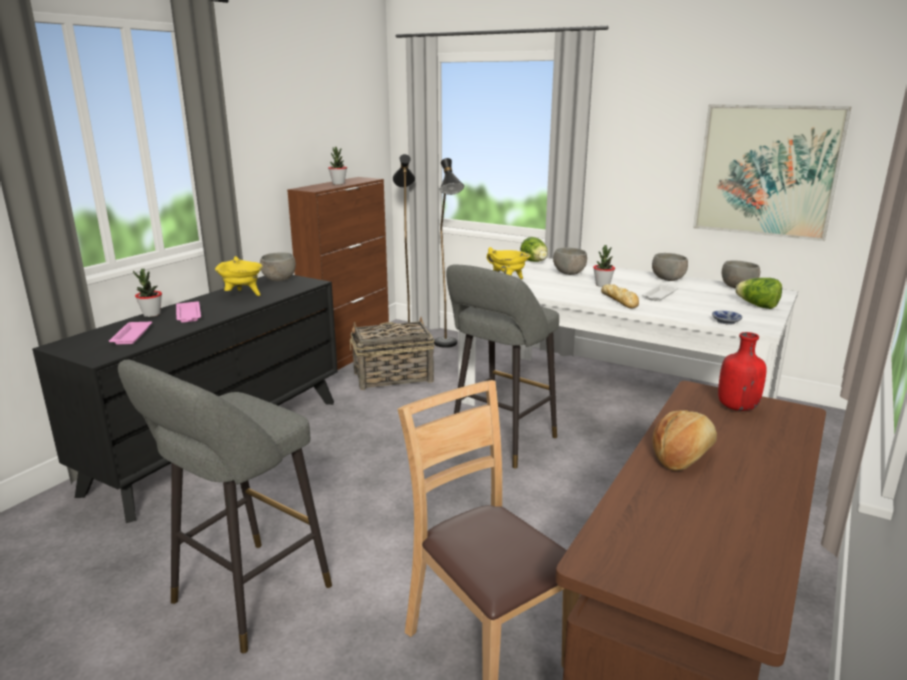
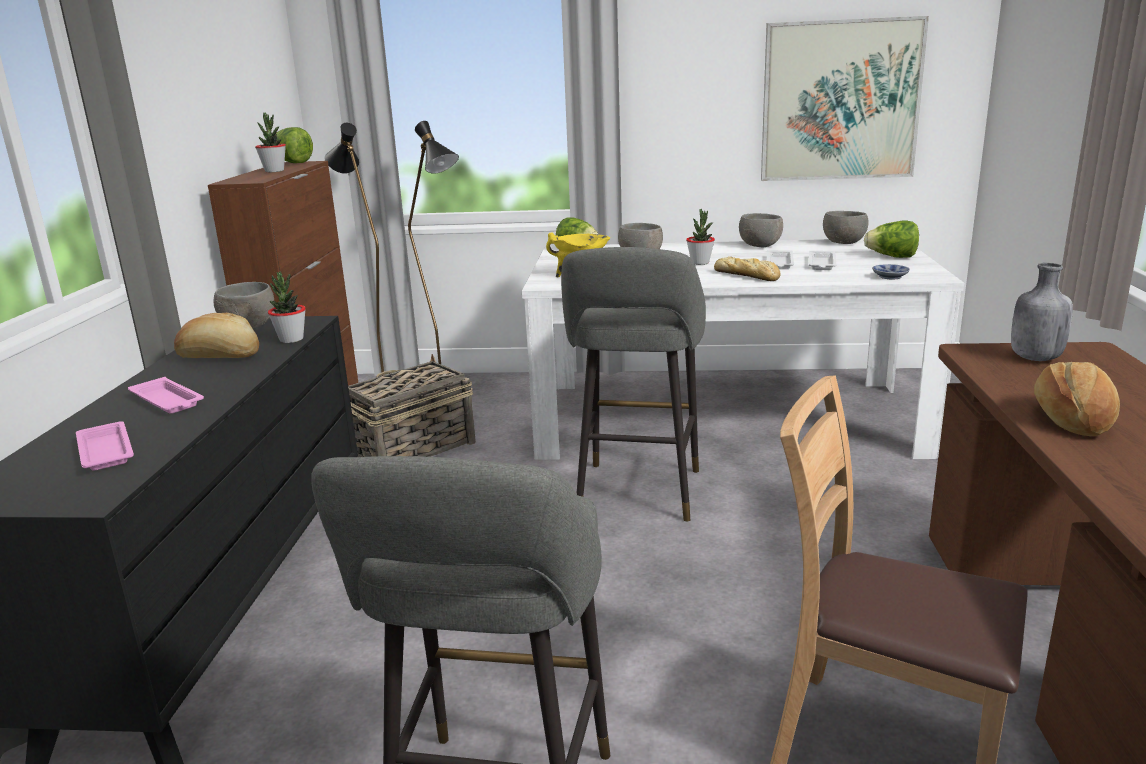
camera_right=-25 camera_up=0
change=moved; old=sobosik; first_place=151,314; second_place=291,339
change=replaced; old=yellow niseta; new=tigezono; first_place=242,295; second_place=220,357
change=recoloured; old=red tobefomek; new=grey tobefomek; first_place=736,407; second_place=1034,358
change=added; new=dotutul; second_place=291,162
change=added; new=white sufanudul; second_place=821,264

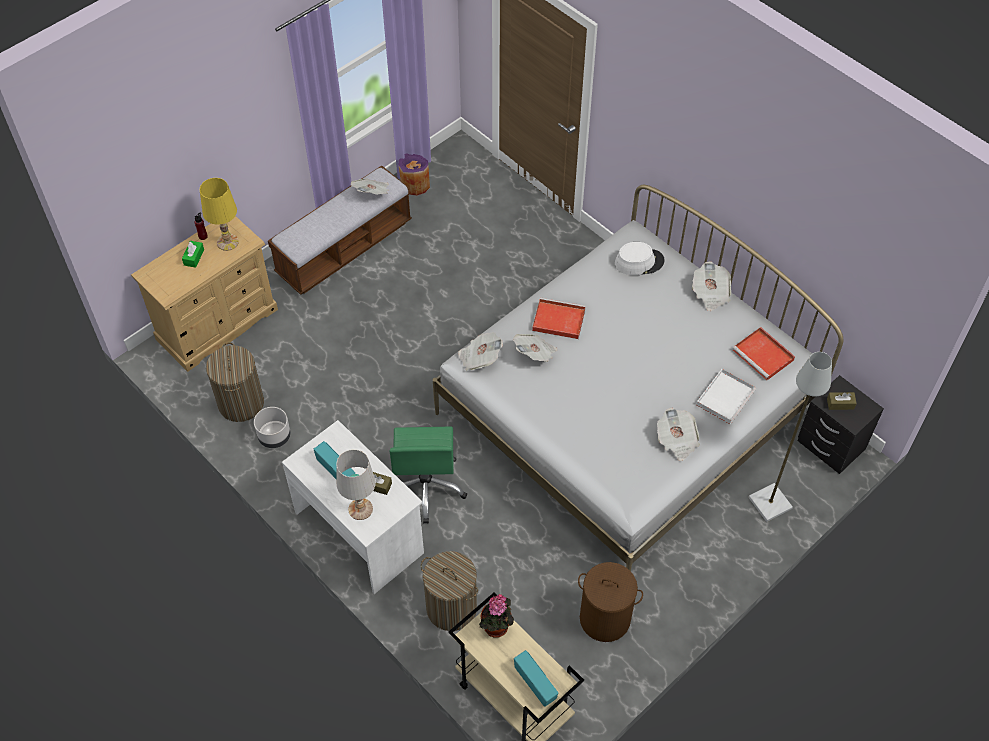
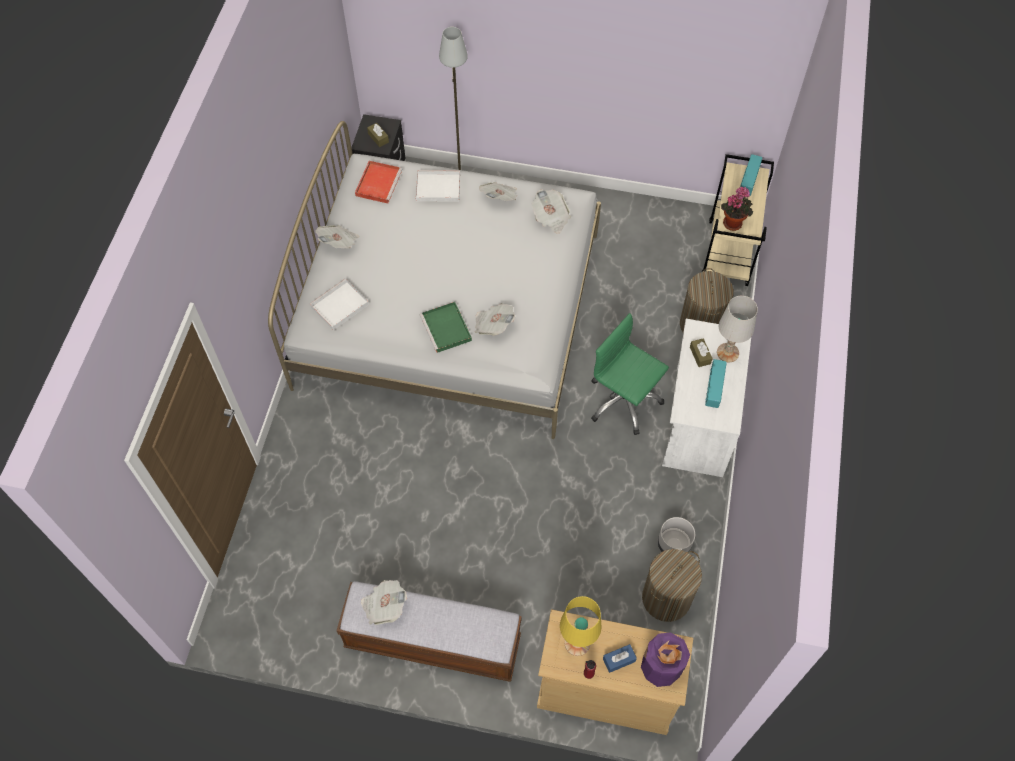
camera_right=-125 camera_up=5
change=recoloured; old=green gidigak; new=blue gidigak; first_place=194,257; second_place=619,660
change=turned; old=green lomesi; first_place=426,487; second_place=623,401; degrees=-105
change=moved; old=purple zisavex; first_place=415,185; second_place=662,666
change=moved; old=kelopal; first_place=479,358; second_place=551,218
change=recoloured; old=red sufanudul; new=green sufanudul; first_place=557,320; second_place=446,329
change=removed; old=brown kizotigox; first_place=605,618
change=replaced; old=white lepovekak; new=white sufanudul; first_place=639,262; second_place=339,306

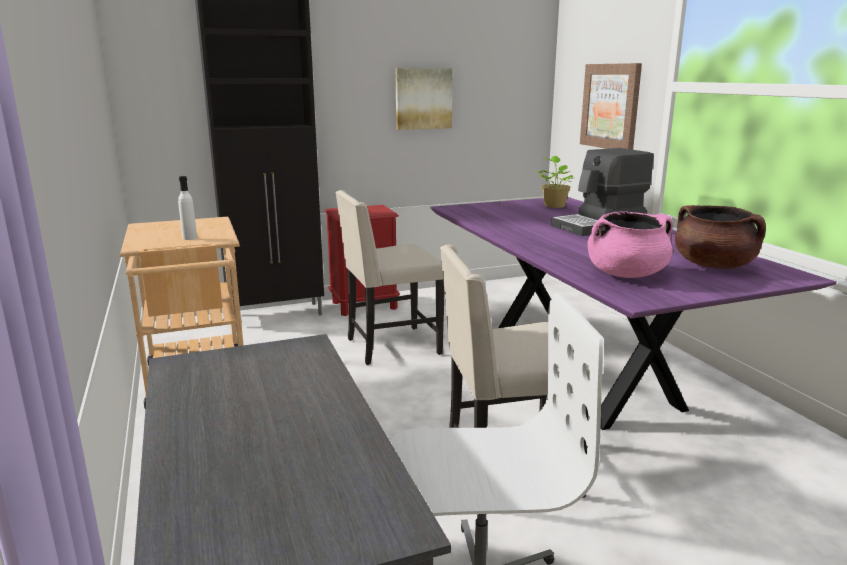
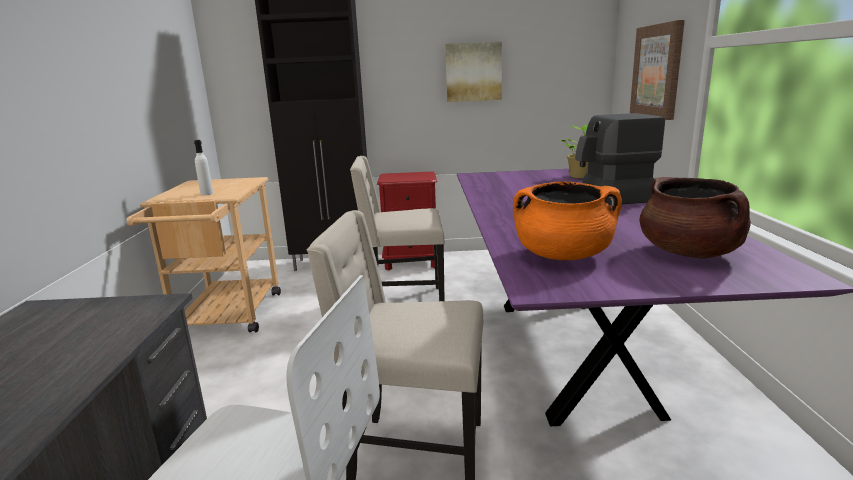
camera_right=20 camera_up=0
change=recoloured; old=pink niseta; new=orange niseta; first_place=626,274; second_place=563,255

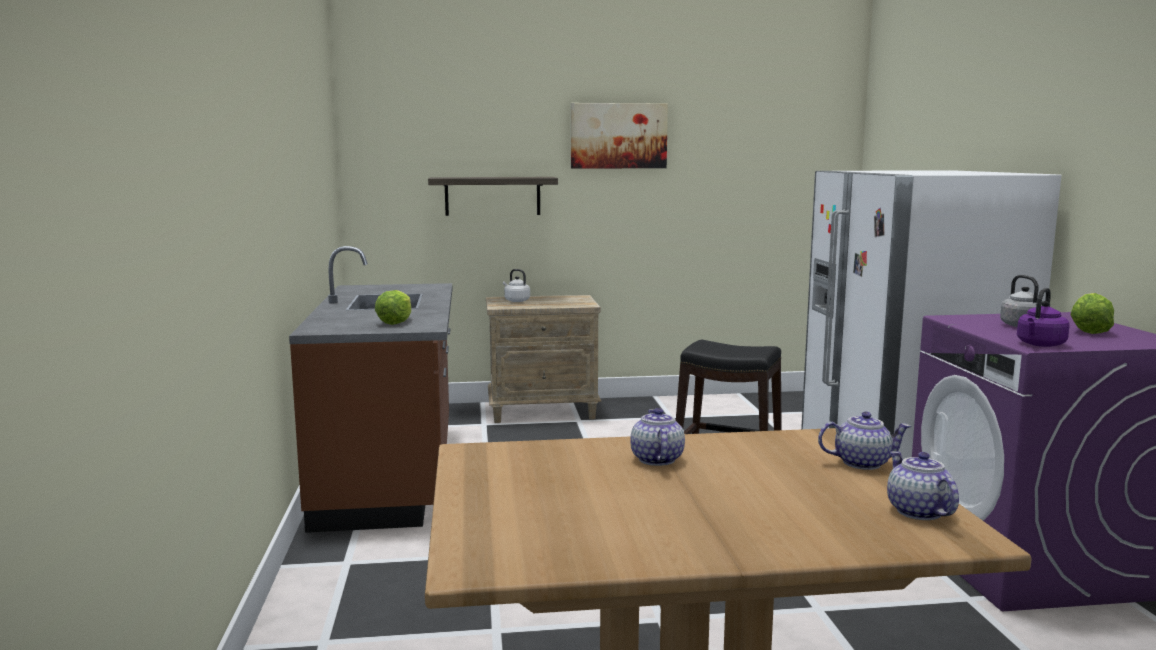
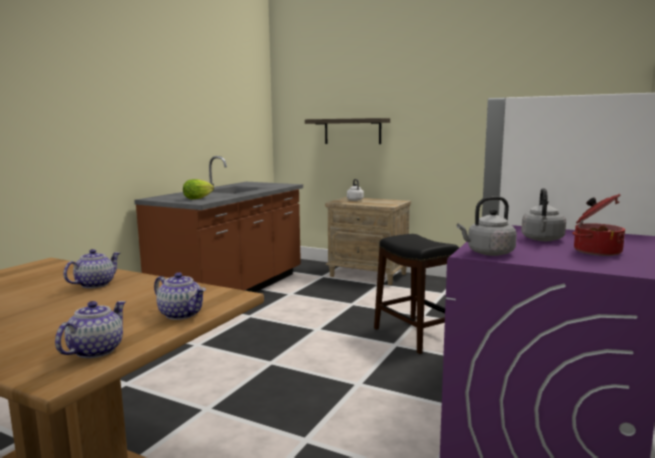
camera_right=35 camera_up=0
change=removed; old=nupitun; first_place=618,136
change=recoloured; old=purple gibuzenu; new=grey gibuzenu; first_place=1040,345; second_place=488,253
change=replaced; old=dotutul; new=niseta; first_place=1089,331; second_place=596,251

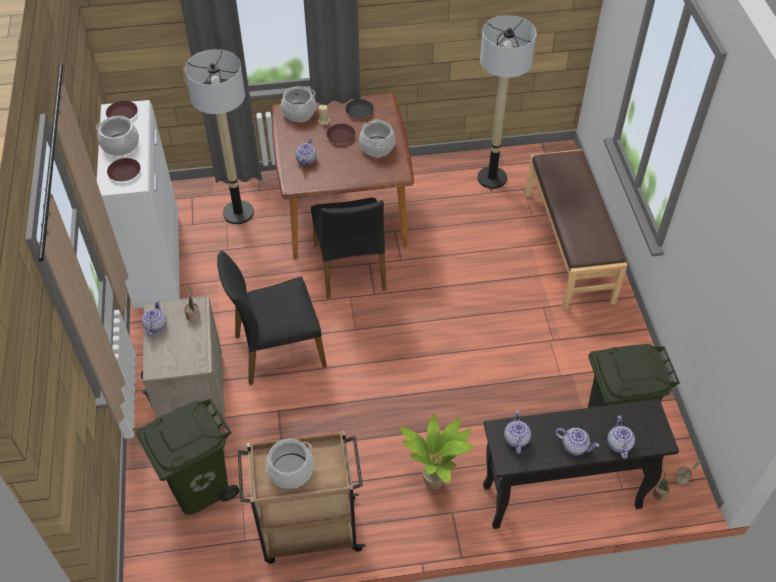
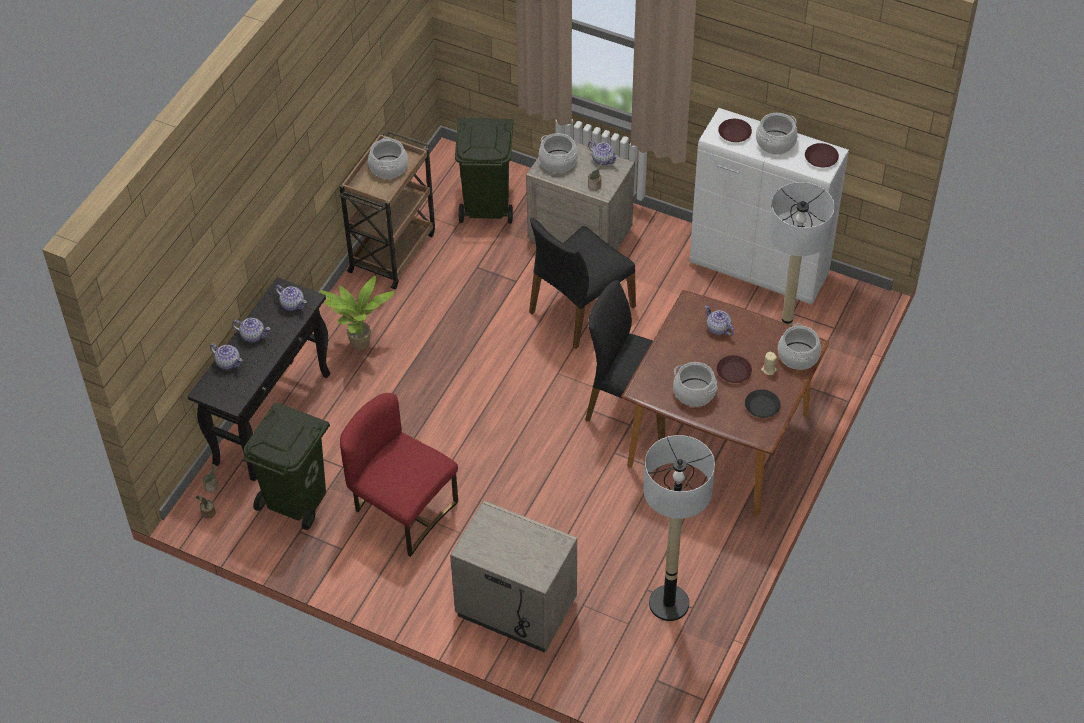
camera_right=125 camera_up=0
change=turned; old=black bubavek; first_place=278,350; second_place=580,309; degrees=-150
change=replaced; old=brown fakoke; new=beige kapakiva; first_place=569,246; second_place=515,609
change=turned; old=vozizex; first_place=575,446; second_place=253,335; degrees=-135
change=added; new=red bubavek; second_place=403,510
change=added; new=niseta; second_place=558,161

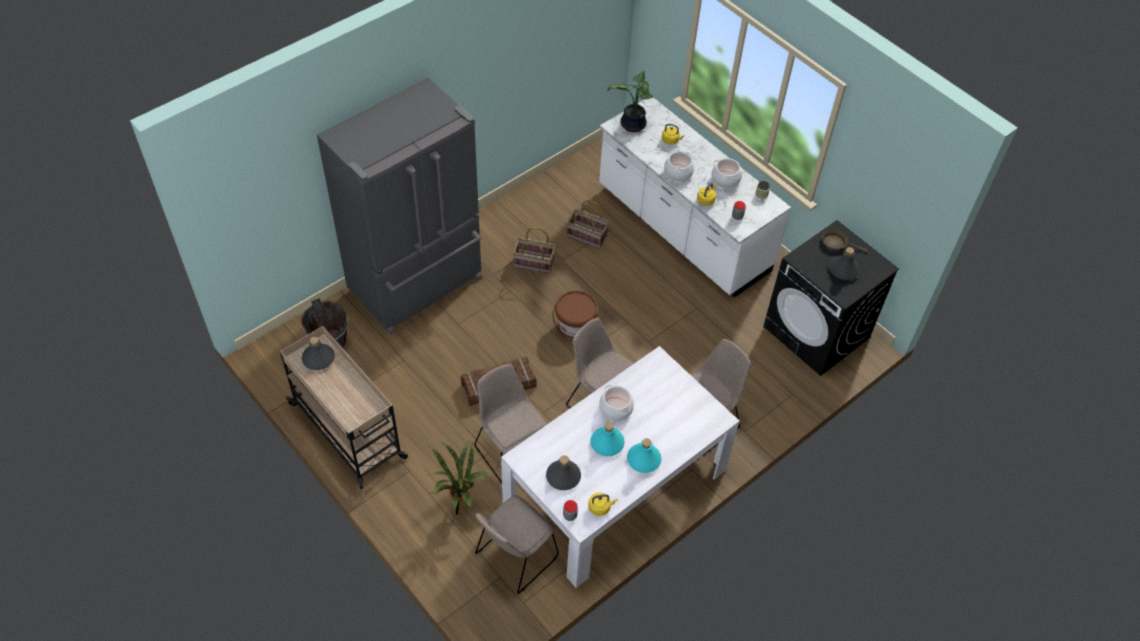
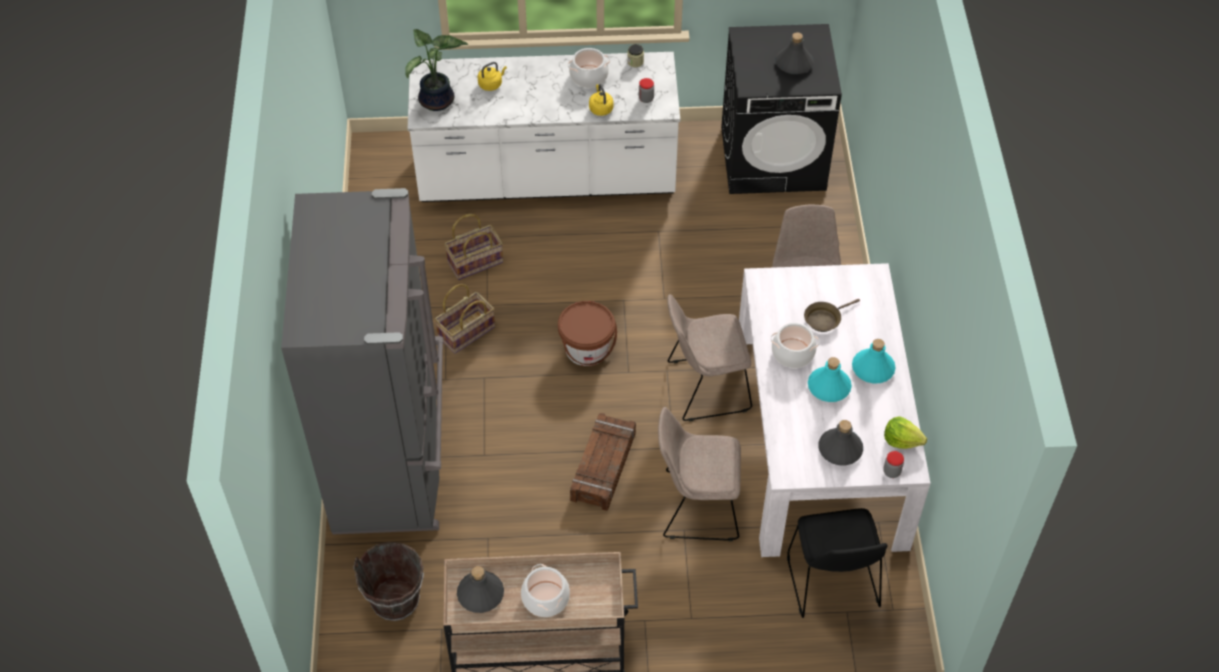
camera_right=-50 camera_up=0
change=removed; old=sobosik; first_place=459,506
change=recoloured; old=beige bubavek; new=black bubavek; first_place=514,557; second_place=833,584
change=replaced; old=yellow gibuzenu; new=dotutul; first_place=600,507; second_place=902,440
change=moved; old=niseta; first_place=678,173; second_place=545,598
change=moved; old=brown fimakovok; first_place=836,243; second_place=824,319

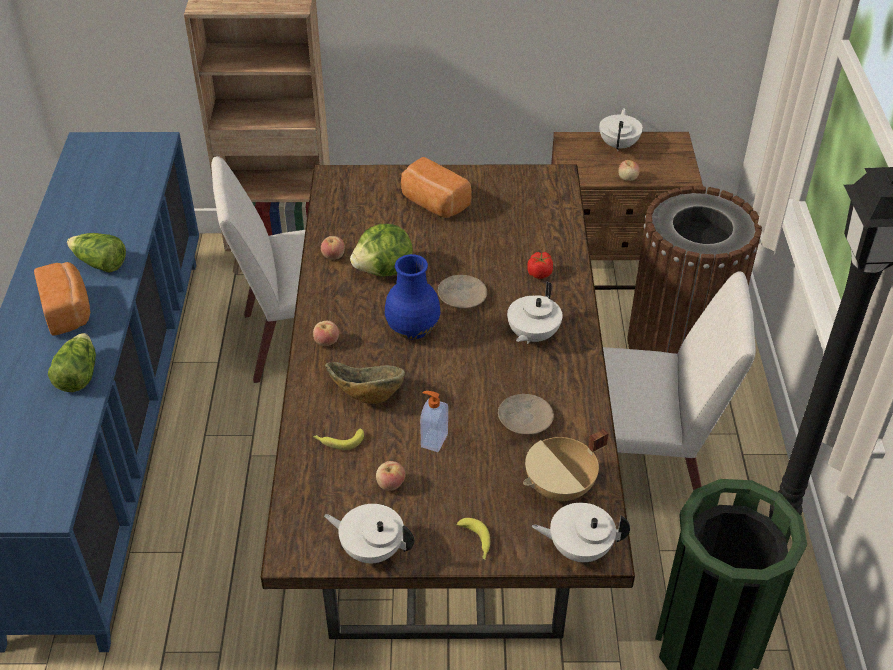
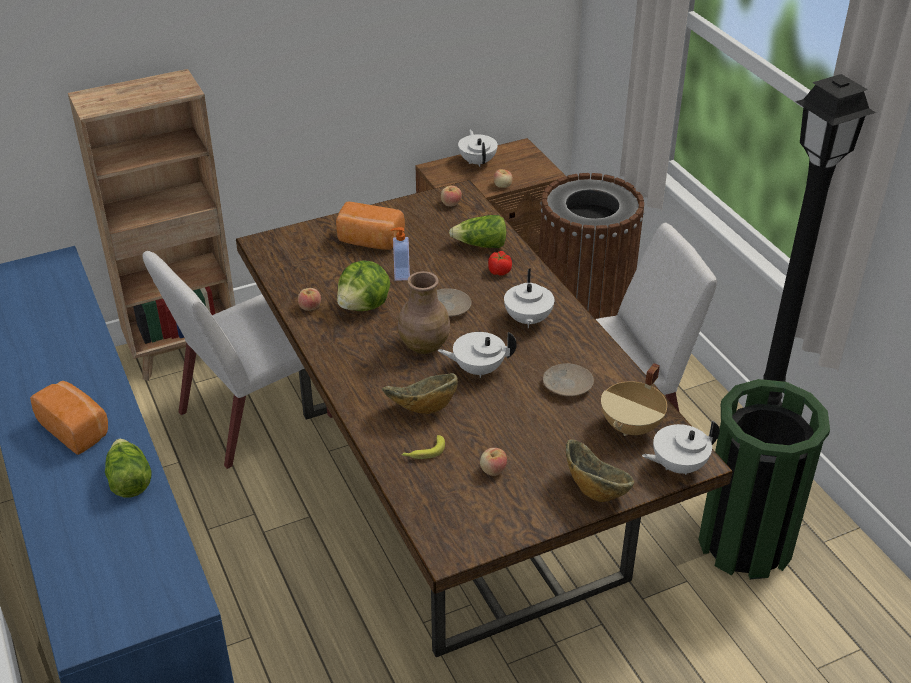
camera_right=-25 camera_up=-5
change=moved; old=dotutul; first_place=100,263; second_place=481,245
change=moved; old=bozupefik; first_place=326,341; second_place=450,204
change=moved; old=white vozizex; first_place=372,549; second_place=478,369
change=recoloured; old=blue zisavex; new=brown zisavex; first_place=413,329; second_place=424,345
change=moved; old=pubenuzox; first_place=433,440; second_place=401,274
change=replaced; old=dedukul; new=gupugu; first_place=476,542; second_place=595,489

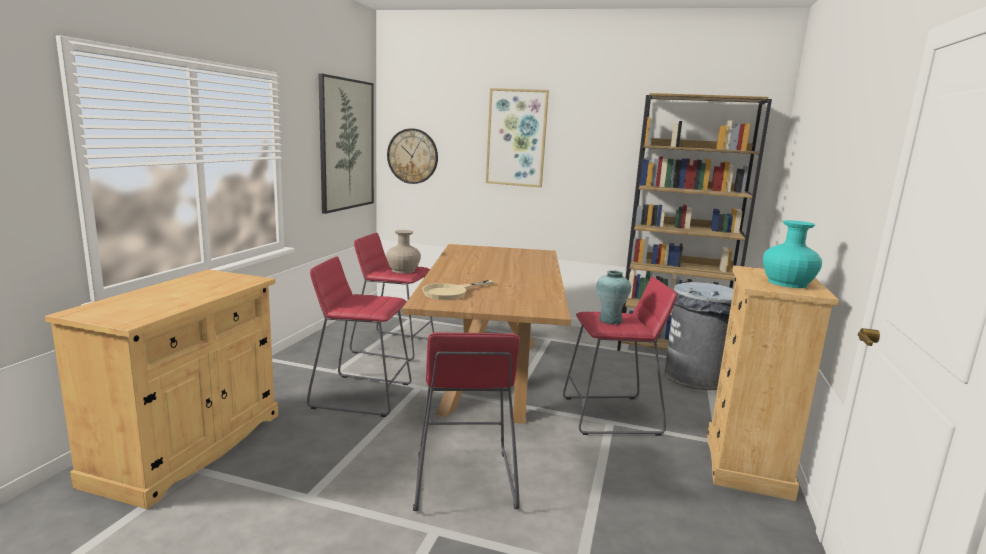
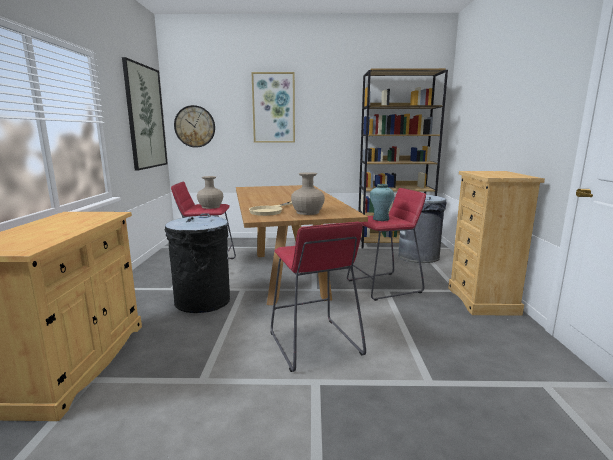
camera_right=-15 camera_up=0
change=replaced; old=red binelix; new=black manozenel; first_place=361,395; second_place=202,301
change=removed; old=turquoise zisavex; first_place=787,283
change=added; new=beige zisavex; second_place=307,212

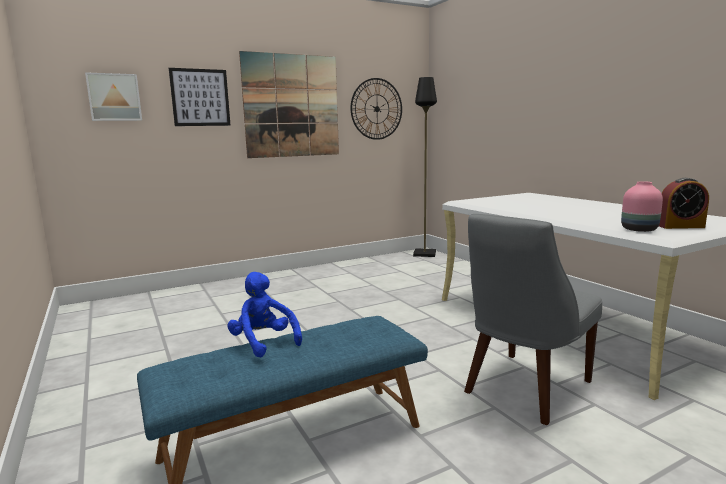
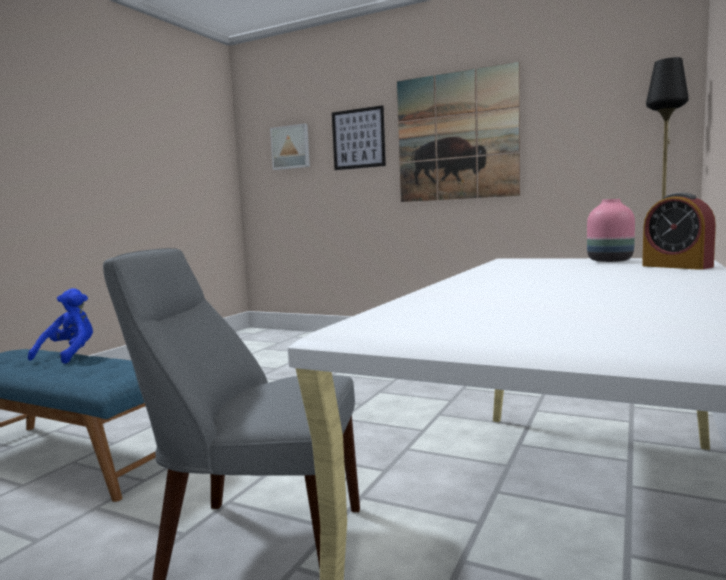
camera_right=55 camera_up=-5
change=removed; old=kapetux; first_place=376,109
change=moved; old=pink zisavex; first_place=640,230; second_place=610,261
change=moved; old=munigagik; first_place=680,226; second_place=676,266

